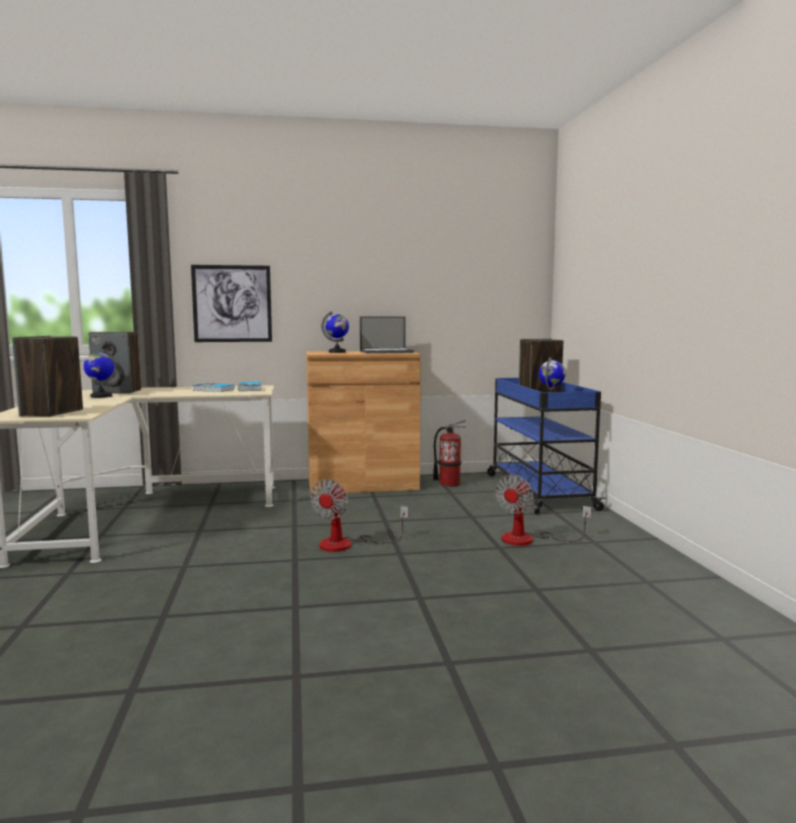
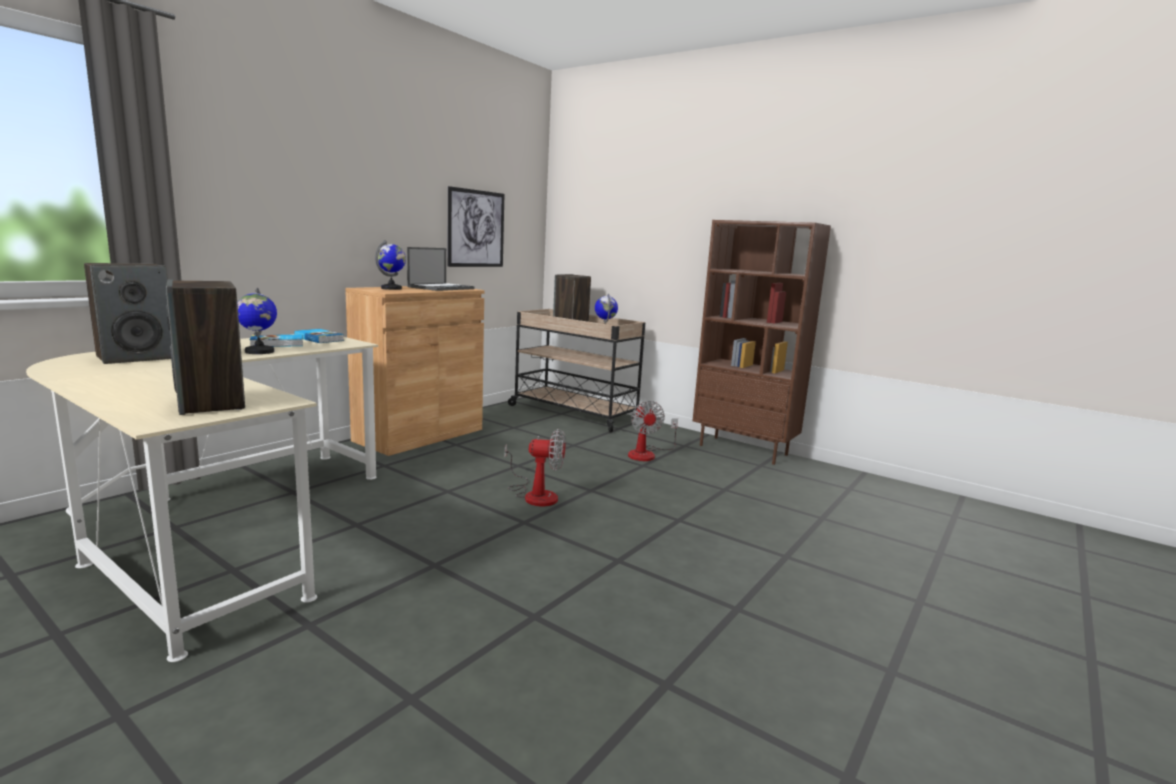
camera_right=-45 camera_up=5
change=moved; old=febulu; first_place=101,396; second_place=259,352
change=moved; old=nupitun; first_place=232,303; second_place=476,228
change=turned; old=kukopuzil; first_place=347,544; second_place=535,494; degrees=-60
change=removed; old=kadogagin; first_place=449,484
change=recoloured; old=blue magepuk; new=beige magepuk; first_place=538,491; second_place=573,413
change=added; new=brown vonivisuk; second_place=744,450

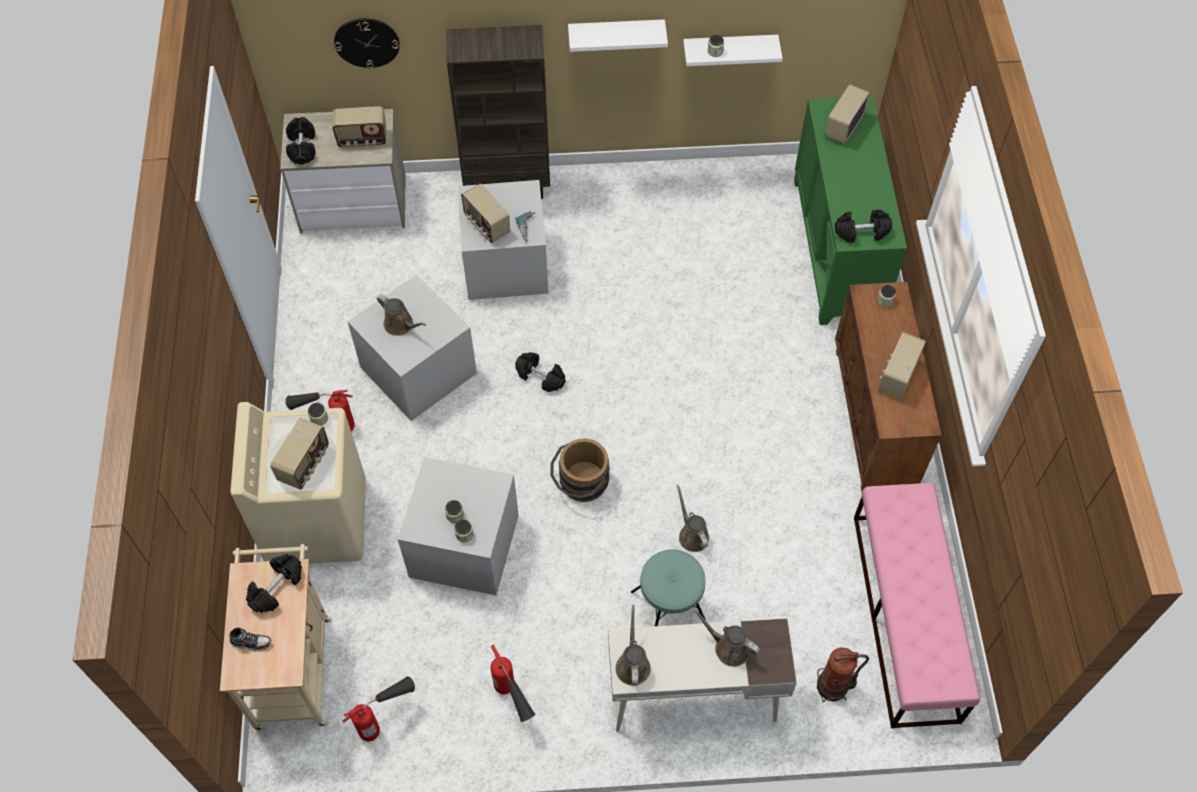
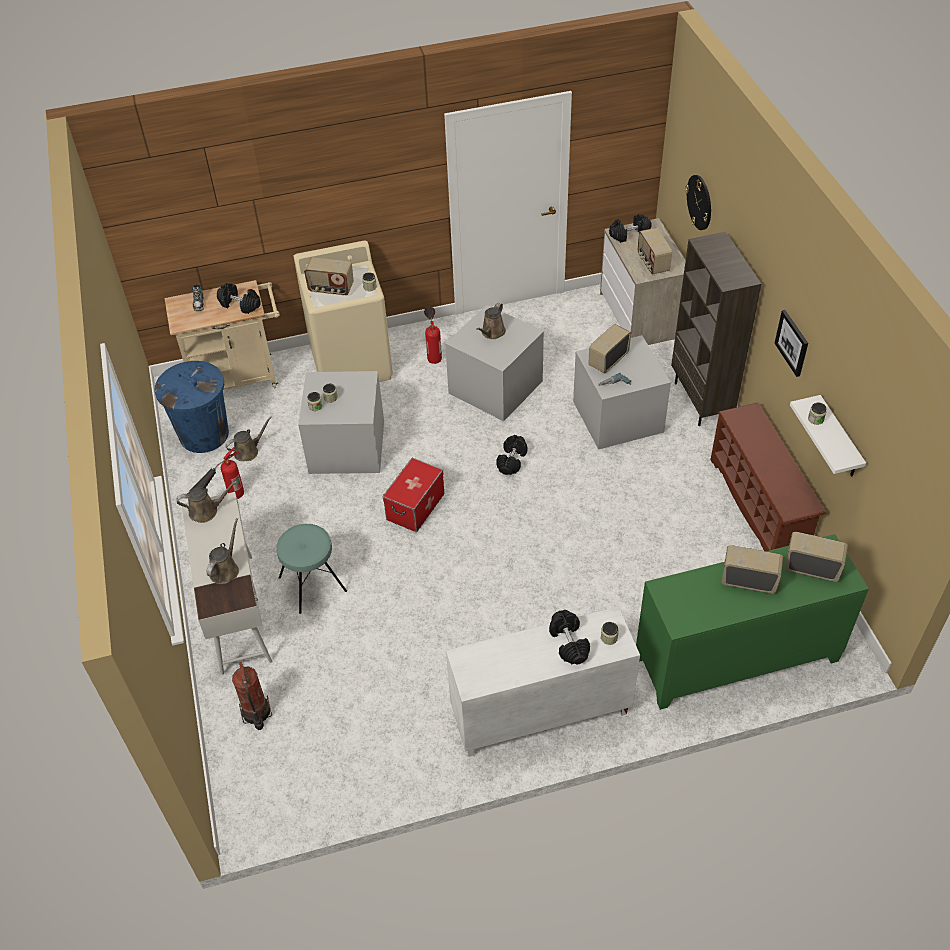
camera_right=80 camera_up=-10
change=replaced; old=kadogagin; new=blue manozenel; first_place=386,719; second_place=204,434
change=replaced; old=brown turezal; new=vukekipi; first_place=581,485; second_place=415,506
change=replaced; old=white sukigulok; new=nupitun; first_place=616,34; second_place=792,342
change=moved; old=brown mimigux; first_place=692,535; second_place=248,451
change=moved; old=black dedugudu; first_place=861,232; second_place=568,643
change=recoloured; old=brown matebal; new=white matebal; first_place=874,419; second_place=540,715
change=removed; old=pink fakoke; first_place=905,617
change=moved; old=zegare; first_place=897,375; second_place=748,580
change=added; new=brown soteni; second_place=759,506

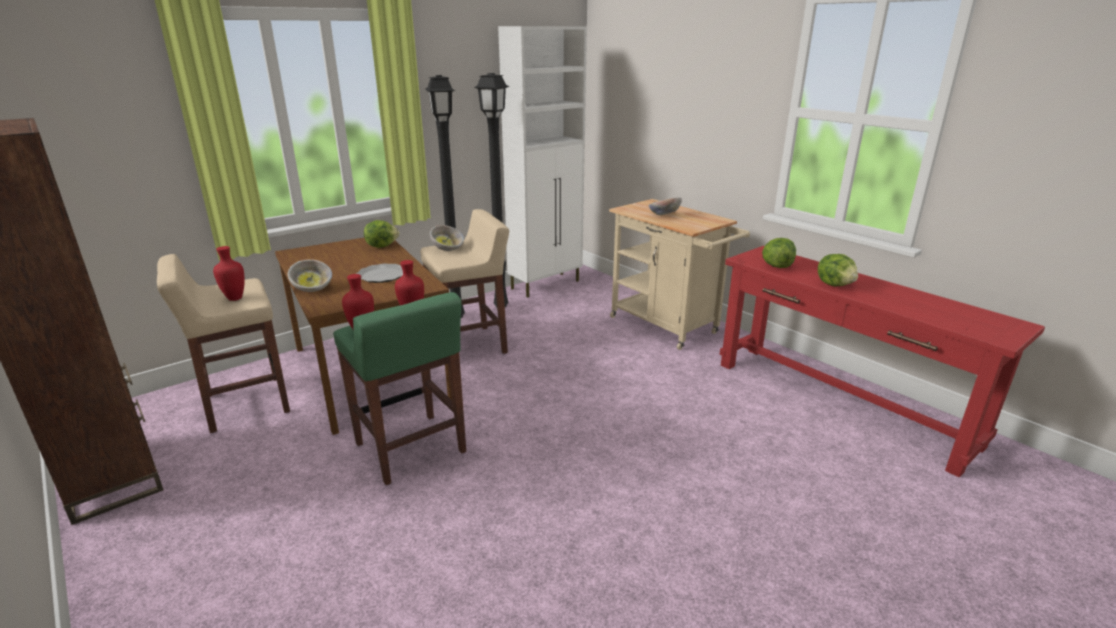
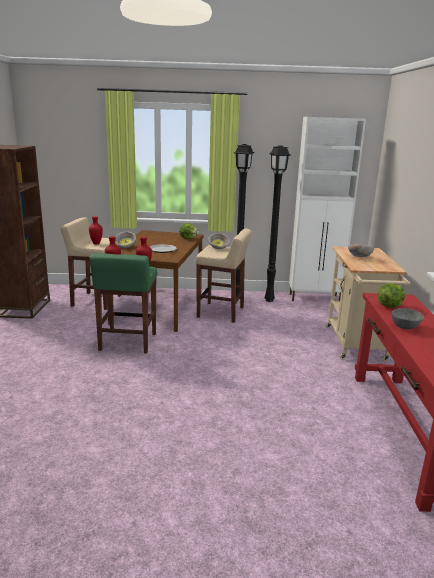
camera_right=40 camera_up=-5
change=replaced; old=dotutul; new=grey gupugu; first_place=835,284; second_place=405,327

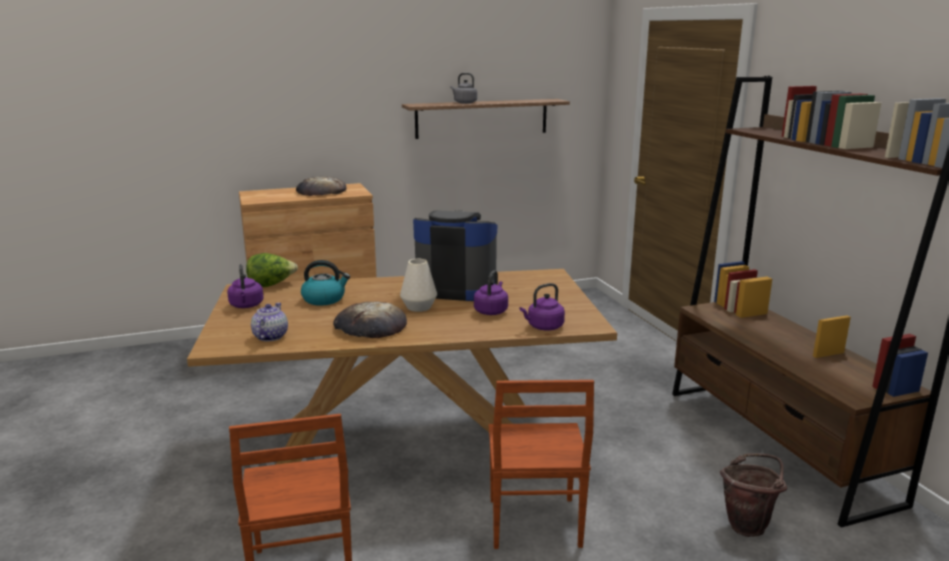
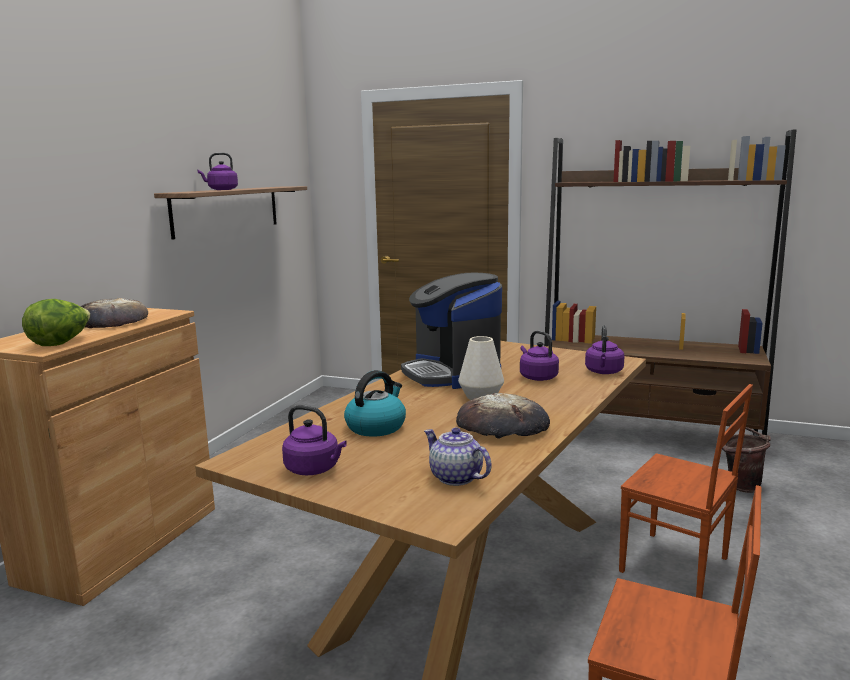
camera_right=-50 camera_up=-5
change=moved; old=dotutul; first_place=271,285; second_place=61,343
change=turned; old=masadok; first_place=456,288; second_place=452,374; degrees=-75
change=recoloured; old=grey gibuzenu; new=purple gibuzenu; first_place=464,103; second_place=221,189

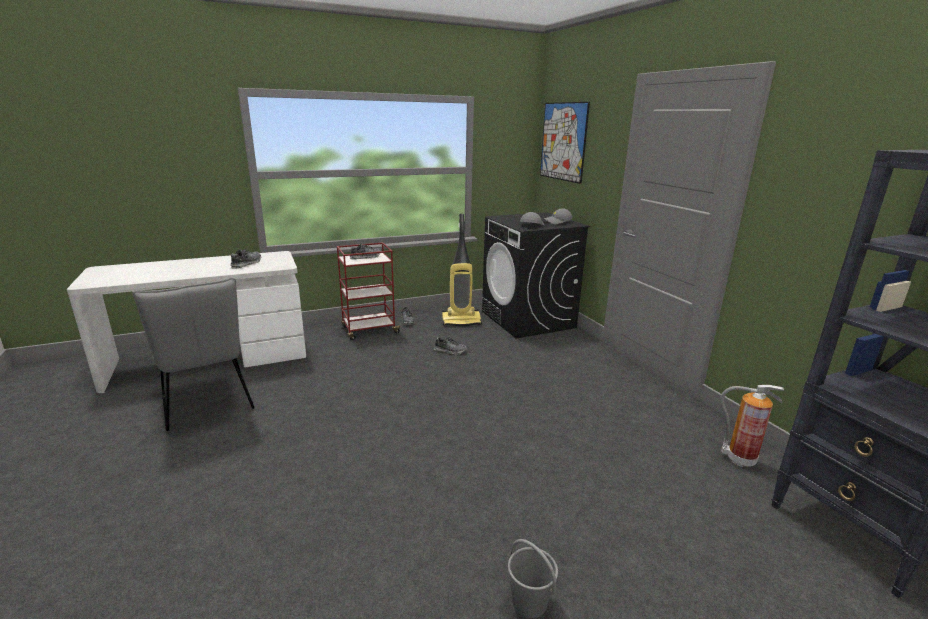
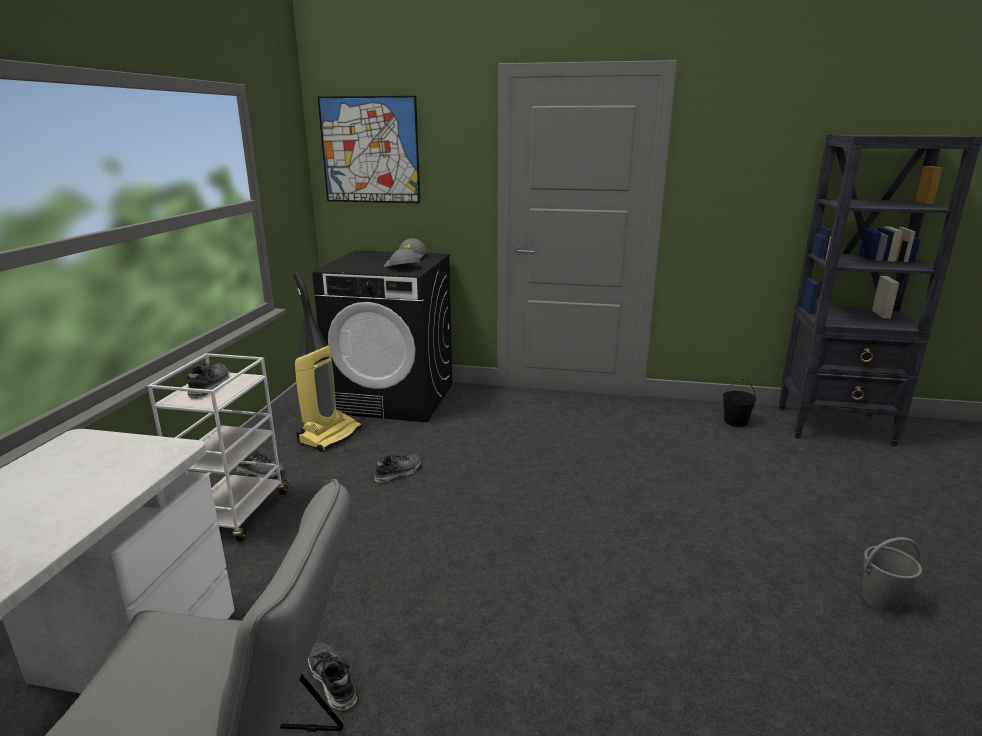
camera_right=-55 camera_up=0
change=moved; old=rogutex; first_place=246,264; second_place=332,681
change=recoloured; old=red magepuk; new=white magepuk; first_place=369,330; second_place=235,514
change=replaced; old=kadogagin; new=black turezal; first_place=739,460; second_place=735,422

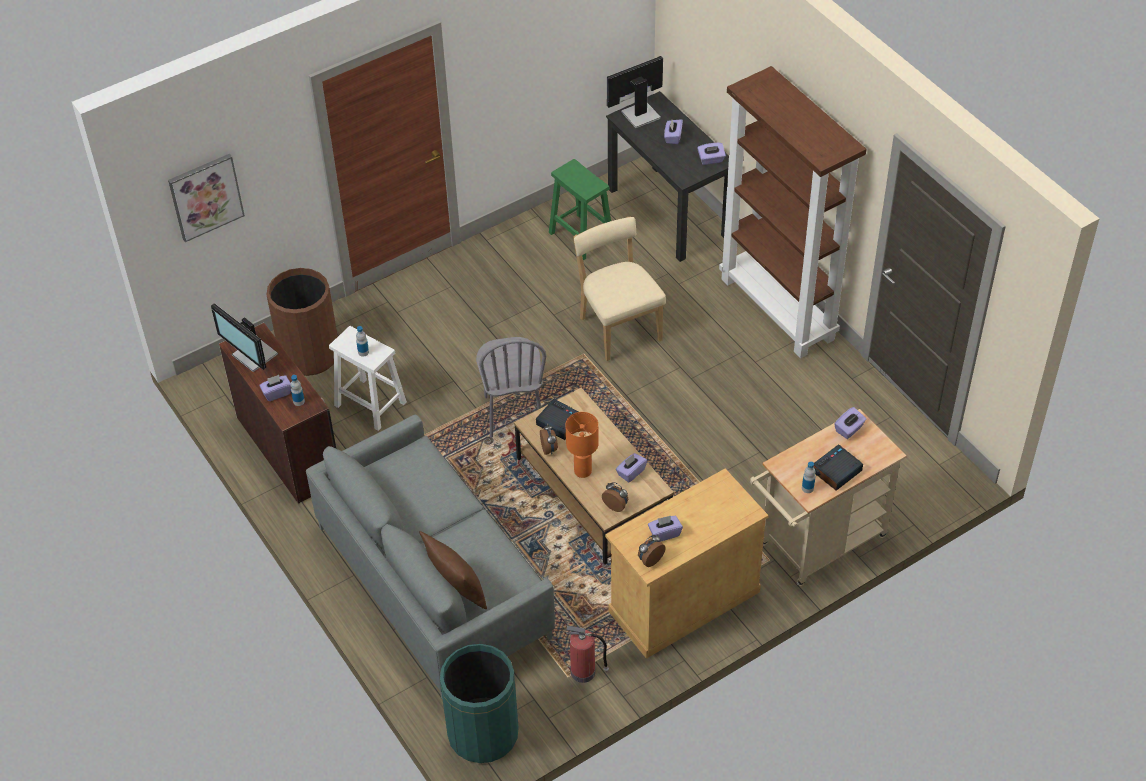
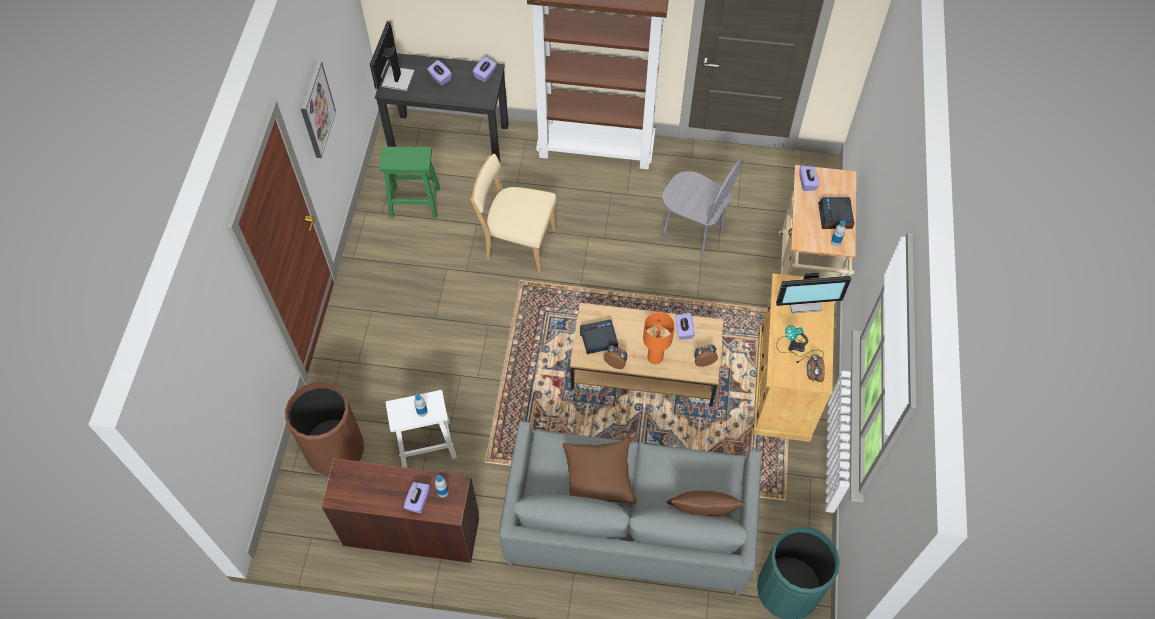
camera_right=-50 camera_up=10
change=moved; old=nupitun; first_place=205,196; second_place=316,109
change=moved; old=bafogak; first_place=253,356; second_place=804,300
change=moved; old=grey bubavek; first_place=513,413; second_place=692,233
change=removed; old=kadogagin; first_place=584,672
change=replaced; old=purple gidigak; new=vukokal; first_place=664,533; second_place=797,349
change=added; new=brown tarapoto; second_place=598,477

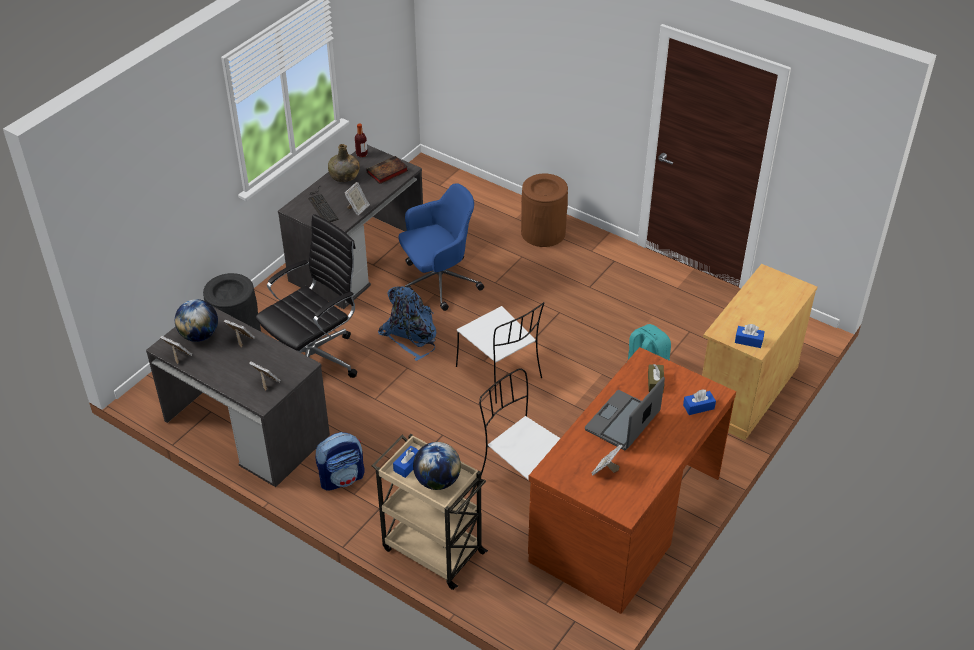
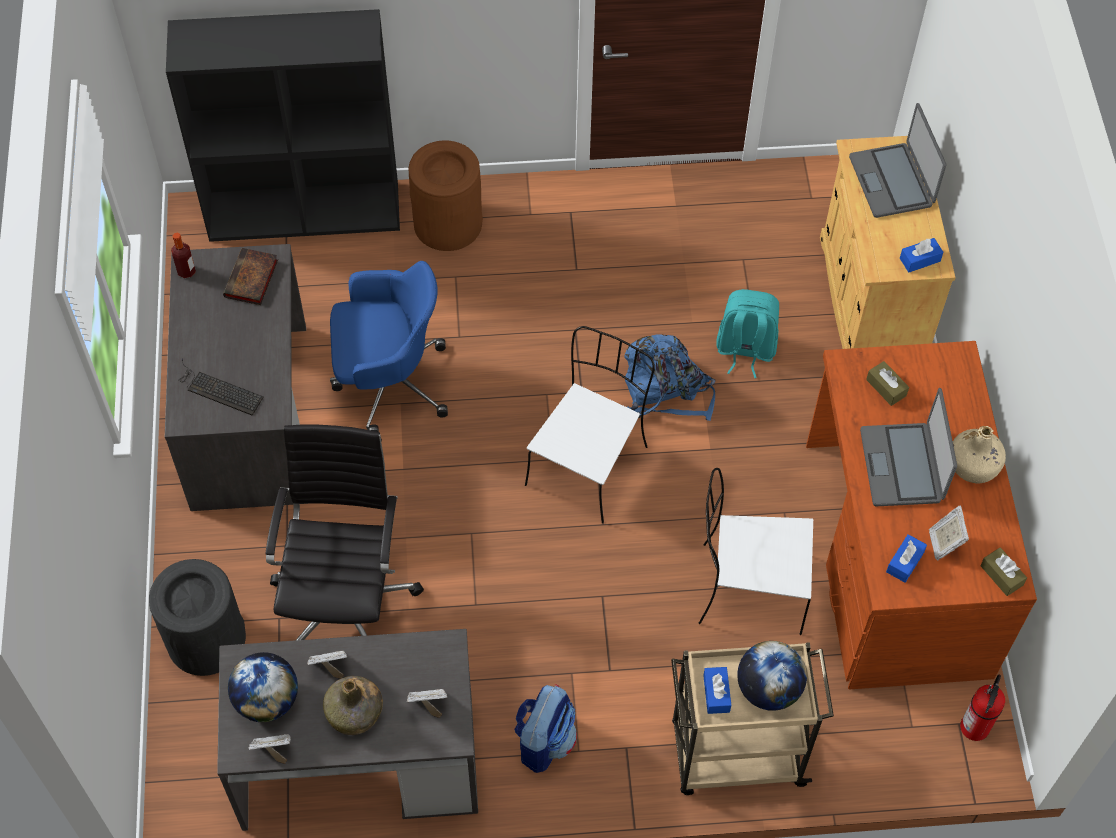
camera_right=-40 camera_up=15
change=moved; old=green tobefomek; first_place=344,176; second_place=355,713
change=removed; old=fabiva; first_place=358,209
change=moved; old=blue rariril; first_place=411,335; second_place=666,390
change=turned; old=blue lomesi; first_place=438,282; second_place=389,382; degrees=60
change=turned; old=white bubavek; first_place=500,373; second_place=588,463; degrees=-75
change=moved; old=blue gidigak; first_place=698,407; second_place=905,562
change=added; new=black vonivisuk; second_place=306,210
change=added; new=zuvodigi; second_place=892,181
change=added; new=beige tobefomek; second_place=973,465
change=added; new=kadogagin; second_place=975,728
change=added; new=brown gidigak; second_place=1001,575

